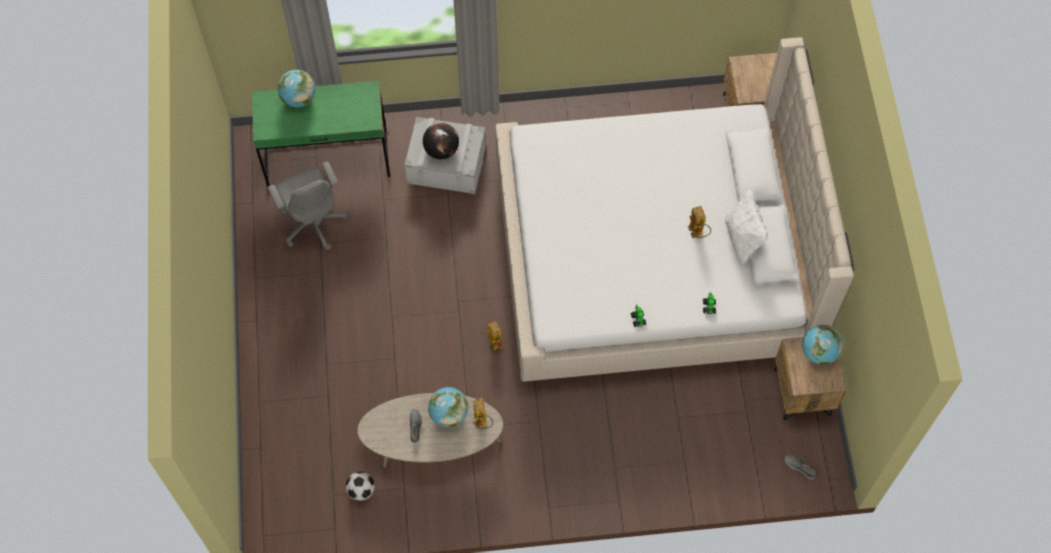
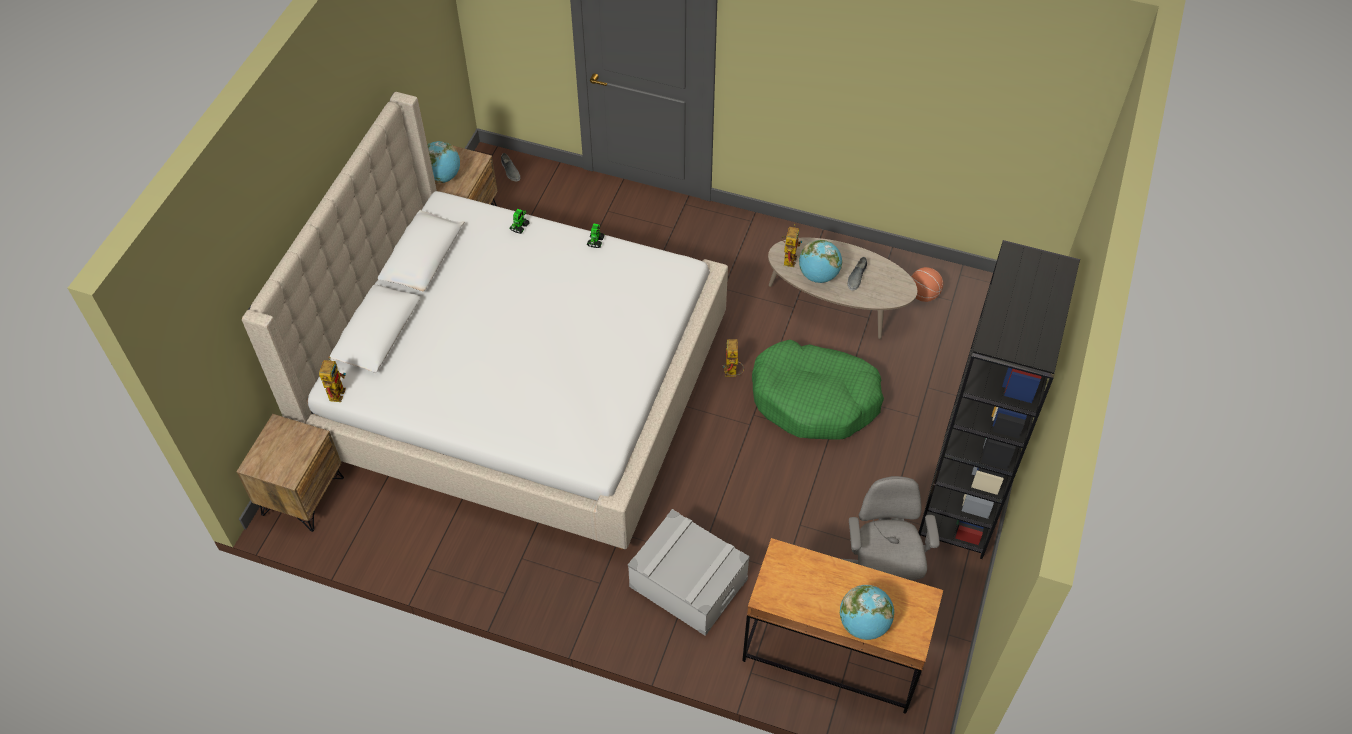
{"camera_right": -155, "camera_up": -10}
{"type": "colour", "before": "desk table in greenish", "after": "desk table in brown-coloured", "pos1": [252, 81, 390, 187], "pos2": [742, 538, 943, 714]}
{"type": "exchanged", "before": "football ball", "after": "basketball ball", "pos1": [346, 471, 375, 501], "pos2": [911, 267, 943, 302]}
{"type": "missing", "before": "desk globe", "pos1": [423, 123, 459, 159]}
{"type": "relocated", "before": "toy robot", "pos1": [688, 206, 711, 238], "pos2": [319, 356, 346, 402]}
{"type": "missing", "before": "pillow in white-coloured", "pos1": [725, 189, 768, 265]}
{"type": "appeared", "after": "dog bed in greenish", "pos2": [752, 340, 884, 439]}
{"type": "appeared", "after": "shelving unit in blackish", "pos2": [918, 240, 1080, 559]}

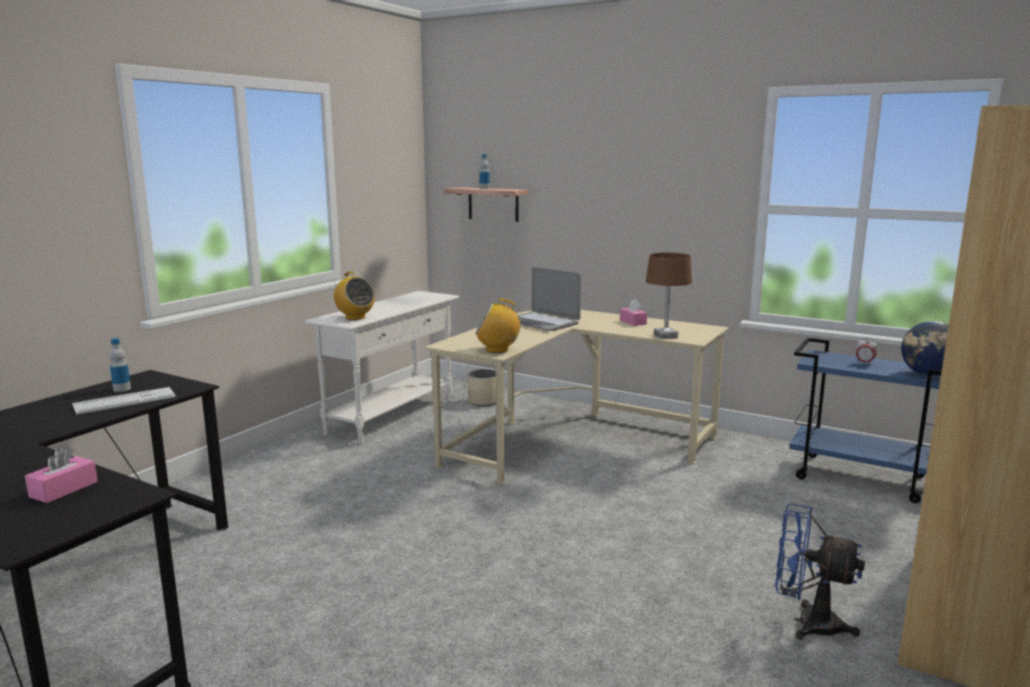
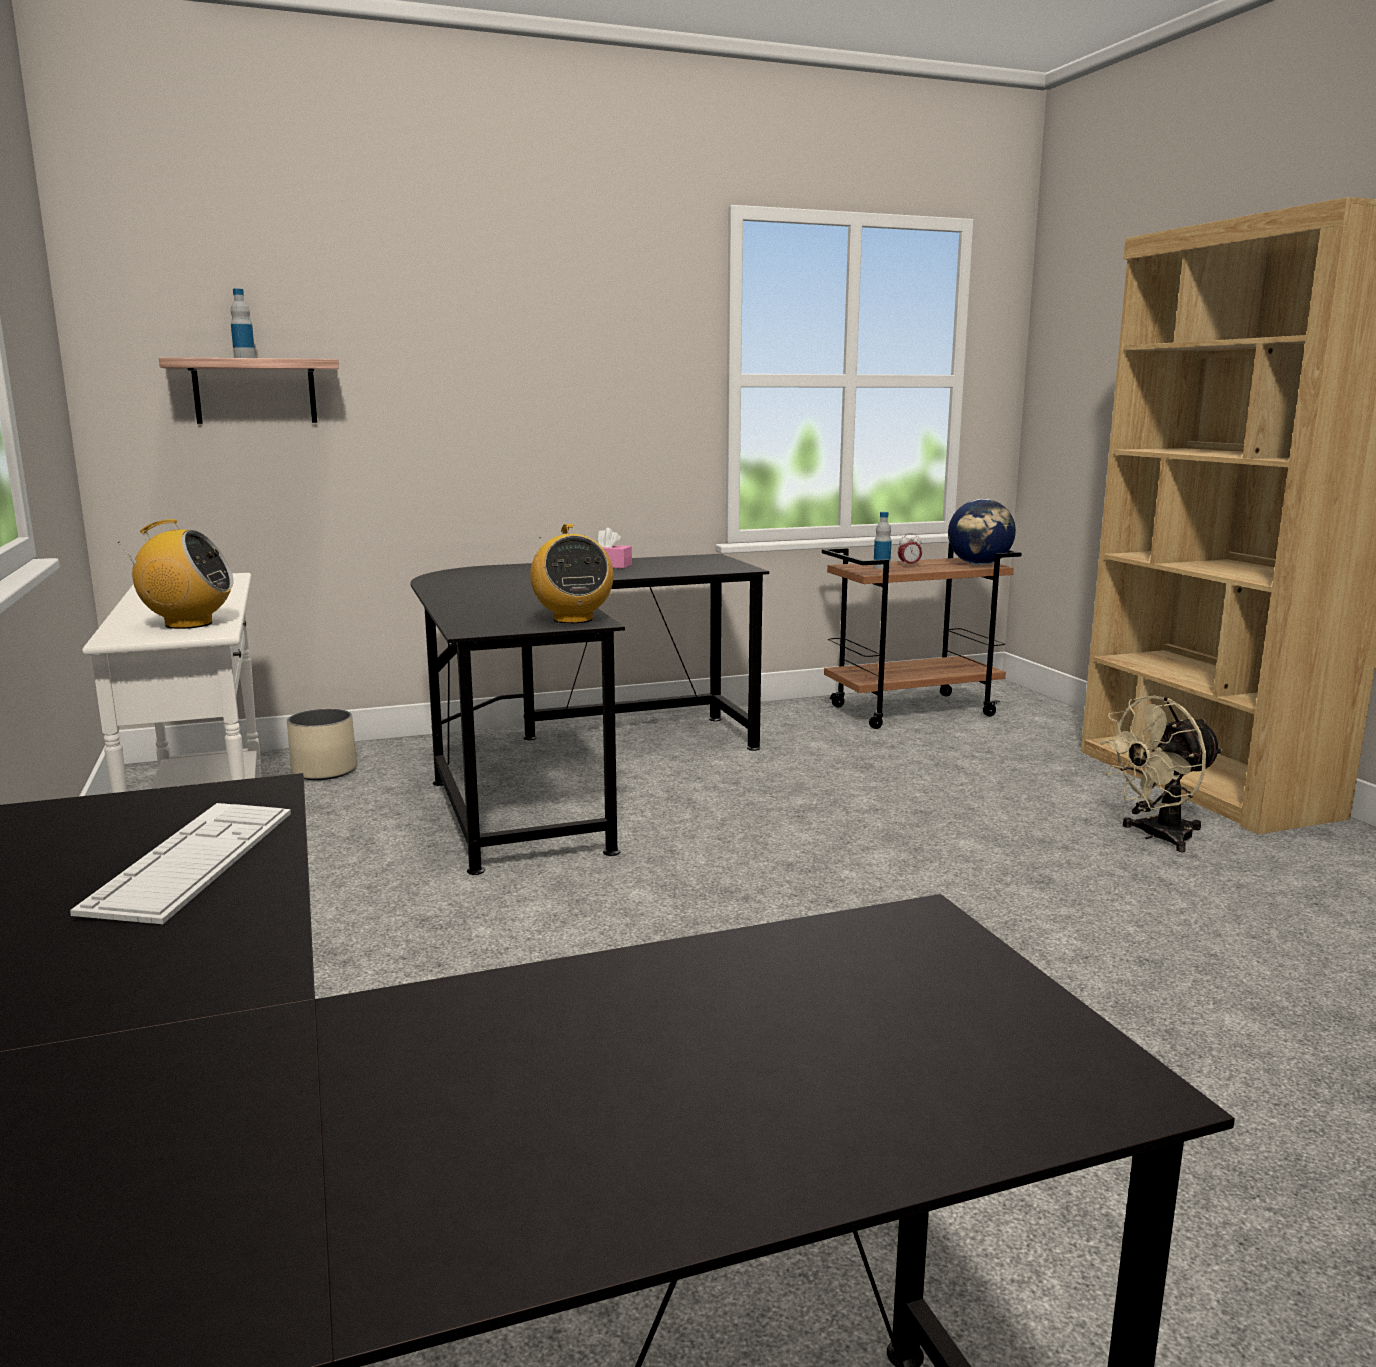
{"camera_right": -50, "camera_up": 0}
{"type": "missing", "before": "tissue holder in pink", "pos1": [25, 447, 98, 503]}
{"type": "relocated", "before": "drink bottle", "pos1": [109, 338, 131, 392], "pos2": [873, 512, 891, 569]}
{"type": "colour", "before": "desk table in beige", "after": "desk table in blackish", "pos1": [424, 310, 729, 485], "pos2": [411, 554, 769, 875]}
{"type": "spun", "before": "radio receiver", "pos1": [476, 299, 520, 353], "pos2": [530, 524, 613, 624], "turn": -60}
{"type": "missing", "before": "portable computer", "pos1": [518, 267, 581, 331]}
{"type": "missing", "before": "lamp for a table in brown-coloured", "pos1": [646, 253, 692, 339]}
{"type": "colour", "before": "fan in blue", "after": "fan in beige", "pos1": [775, 504, 865, 640], "pos2": [1099, 695, 1223, 852]}
{"type": "colour", "before": "trolley in blue", "after": "trolley in brown-coloured", "pos1": [789, 338, 942, 503], "pos2": [822, 543, 1022, 729]}

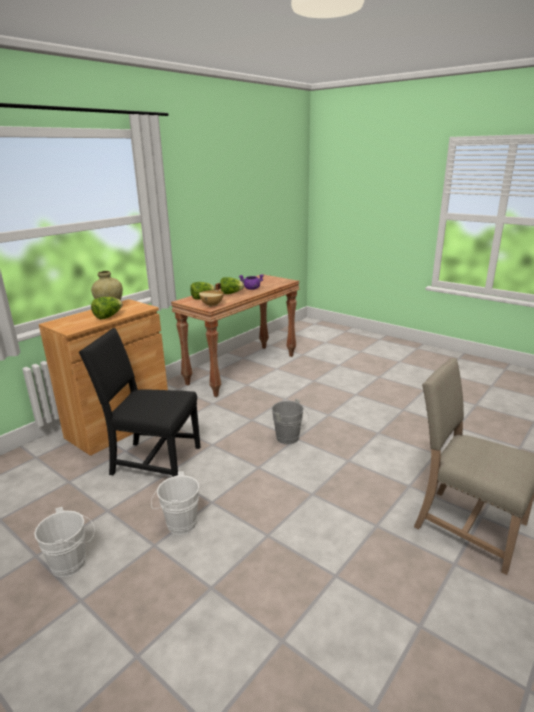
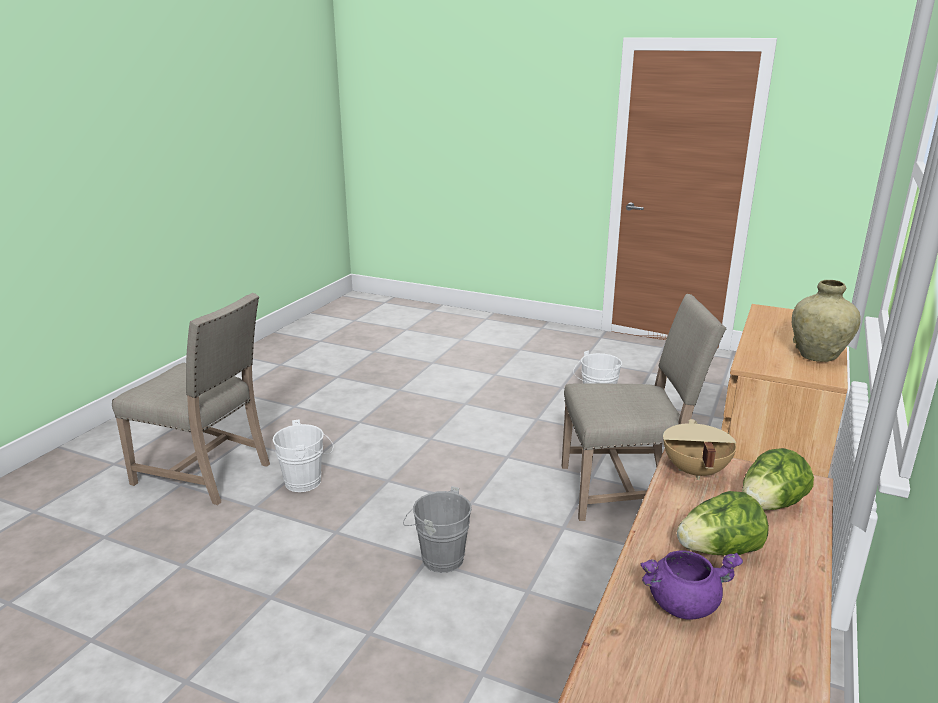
{"camera_right": 165, "camera_up": 0}
{"type": "colour", "before": "upright chair in blackish", "after": "upright chair in beige", "pos1": [79, 328, 200, 477], "pos2": [562, 294, 727, 521]}
{"type": "missing", "before": "lettuce", "pos1": [91, 297, 123, 319]}
{"type": "relocated", "before": "water bucket in white-coloured", "pos1": [151, 471, 199, 535], "pos2": [273, 420, 333, 492]}

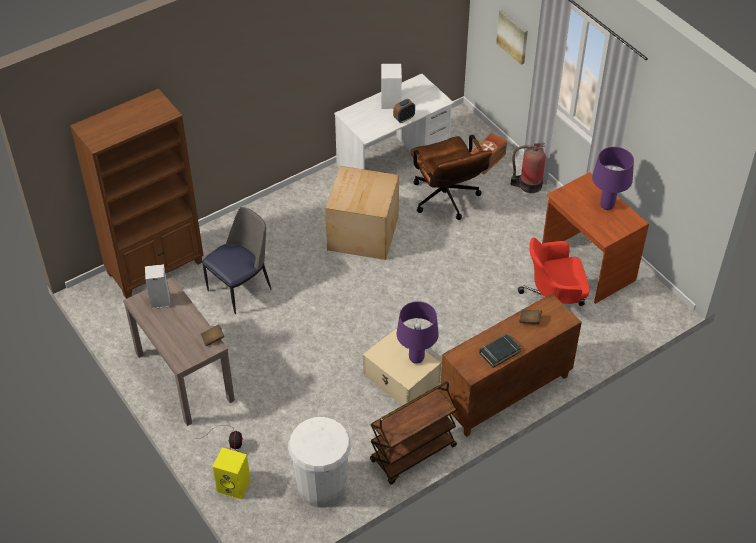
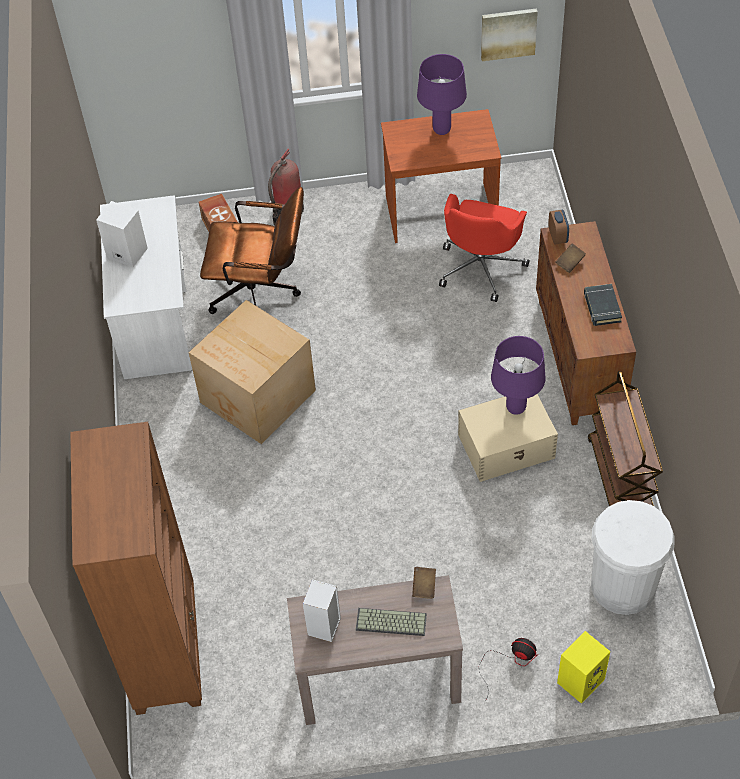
{"camera_right": -60, "camera_up": 5}
{"type": "missing", "before": "upright chair", "pos1": [202, 207, 272, 314]}
{"type": "relocated", "before": "bedside clock", "pos1": [393, 99, 415, 123], "pos2": [548, 210, 569, 245]}
{"type": "relocated", "before": "wall picture", "pos1": [496, 10, 528, 65], "pos2": [481, 8, 538, 61]}
{"type": "appeared", "after": "keyboard", "pos2": [356, 608, 427, 636]}

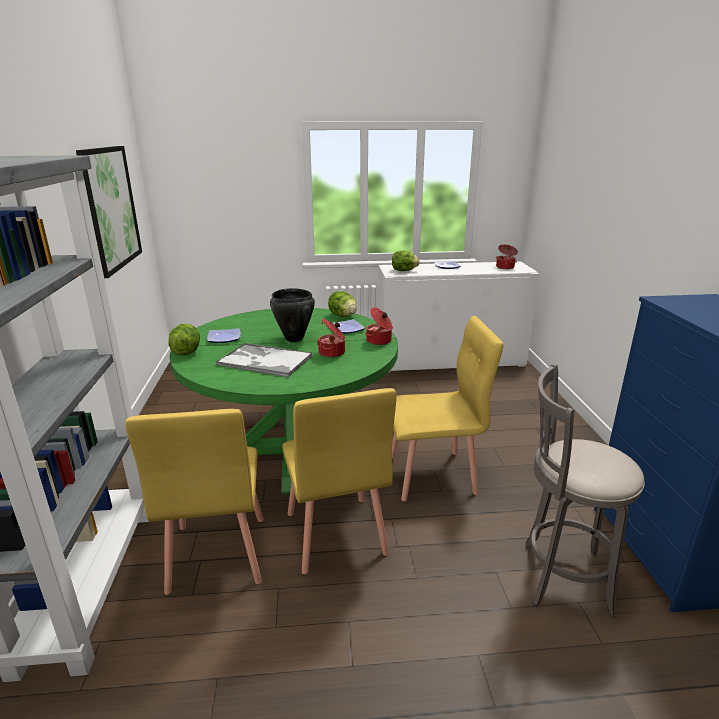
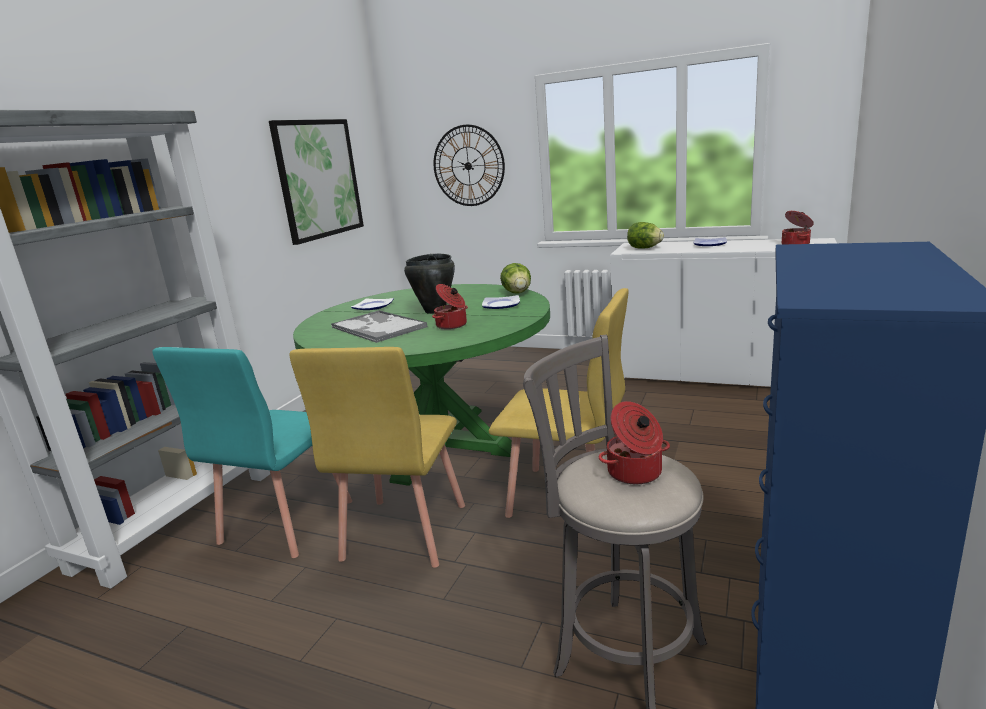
{"camera_right": 30, "camera_up": -5}
{"type": "colour", "before": "upright chair in yellow", "after": "upright chair in turquoise", "pos1": [125, 409, 264, 595], "pos2": [152, 347, 352, 558]}
{"type": "missing", "before": "lettuce", "pos1": [168, 324, 200, 356]}
{"type": "relocated", "before": "stockpot", "pos1": [365, 307, 393, 345], "pos2": [599, 401, 670, 484]}
{"type": "appeared", "after": "clock on the wall", "pos2": [434, 125, 505, 206]}

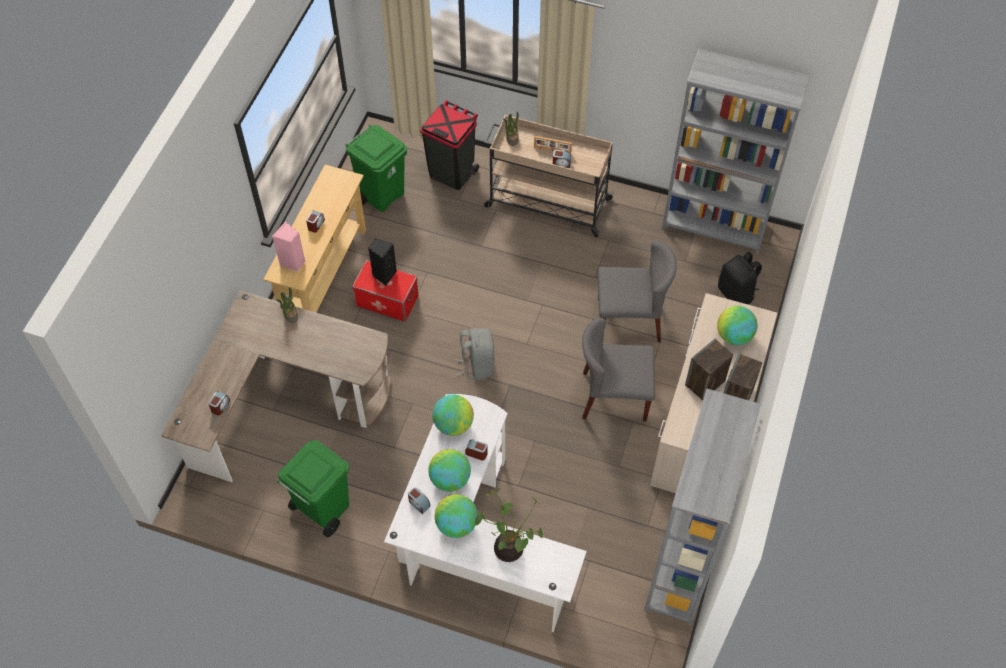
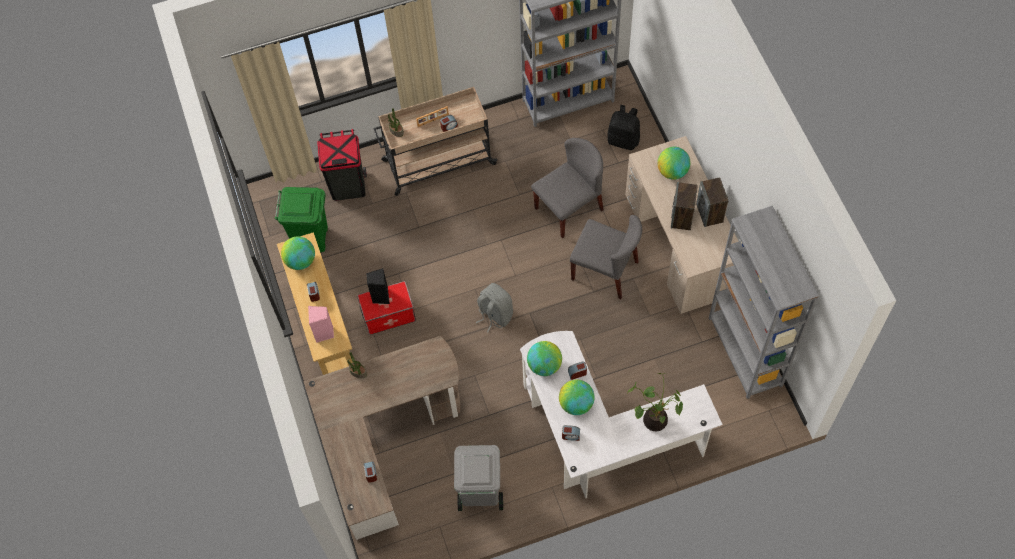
{"camera_right": -35, "camera_up": 5}
{"type": "colour", "before": "trash can in greenish", "after": "trash can in gray", "pos1": [277, 440, 349, 537], "pos2": [454, 445, 503, 511]}
{"type": "relocated", "before": "desk globe", "pos1": [435, 494, 478, 538], "pos2": [281, 236, 315, 270]}
{"type": "spun", "before": "upright chair in gray", "pos1": [582, 318, 655, 421], "pos2": [570, 215, 642, 299], "turn": -120}

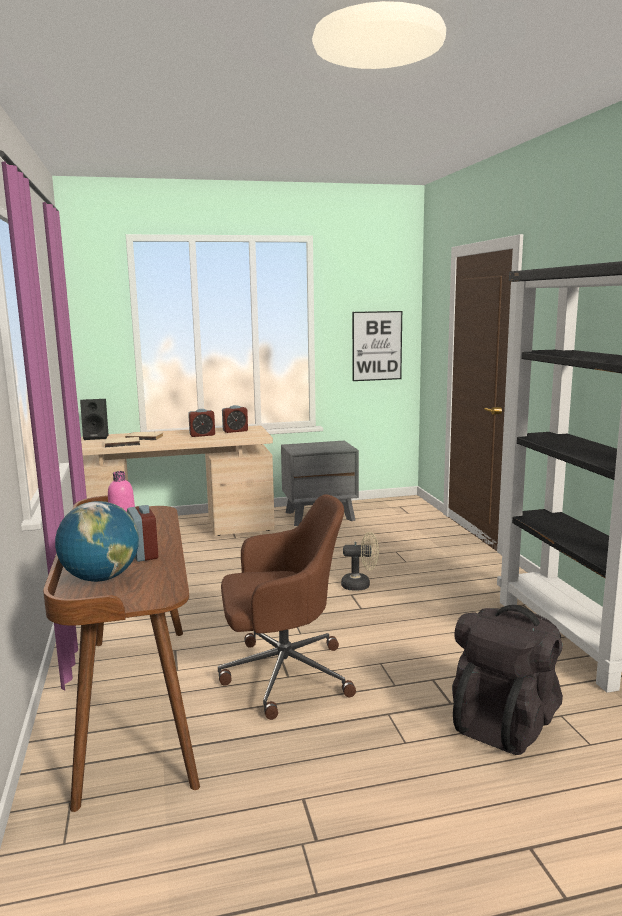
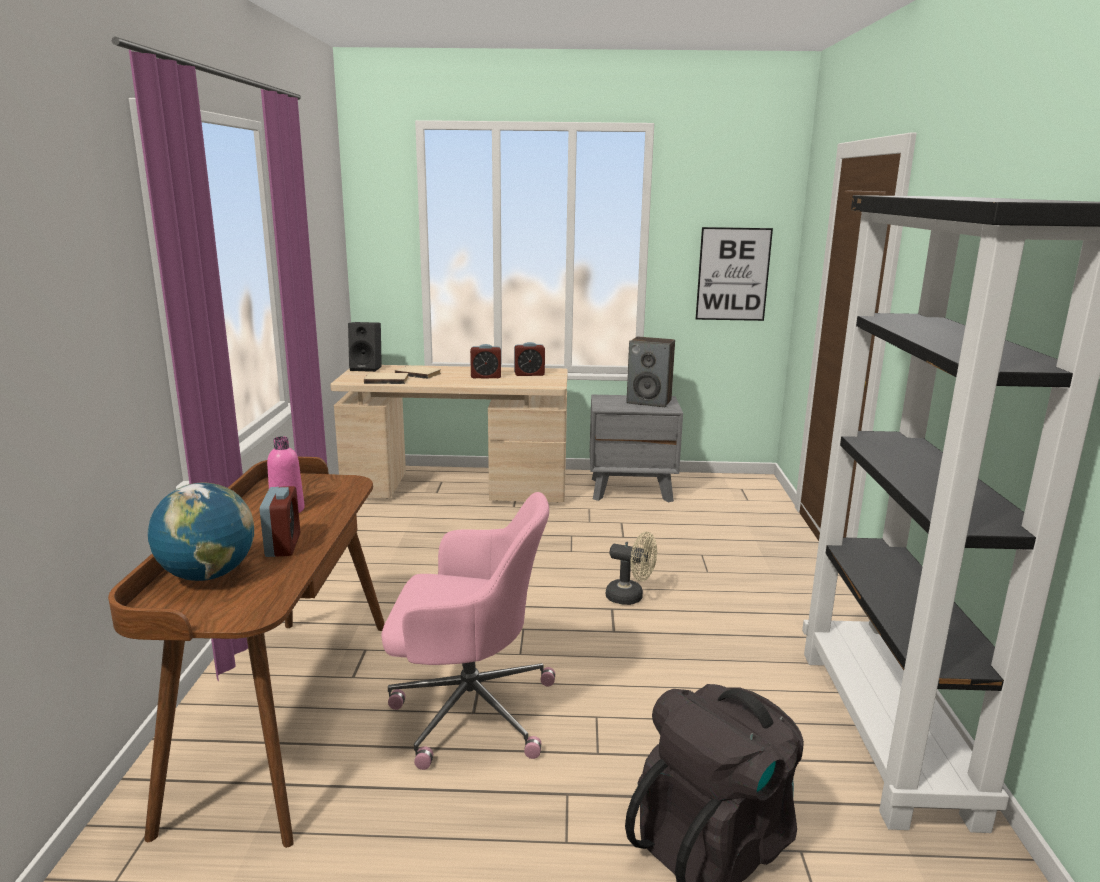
{"camera_right": 15, "camera_up": 5}
{"type": "colour", "before": "desk chair in brown-coloured", "after": "desk chair in pink", "pos1": [218, 494, 356, 720], "pos2": [381, 492, 555, 770]}
{"type": "appeared", "after": "audio speaker", "pos2": [627, 337, 675, 407]}

